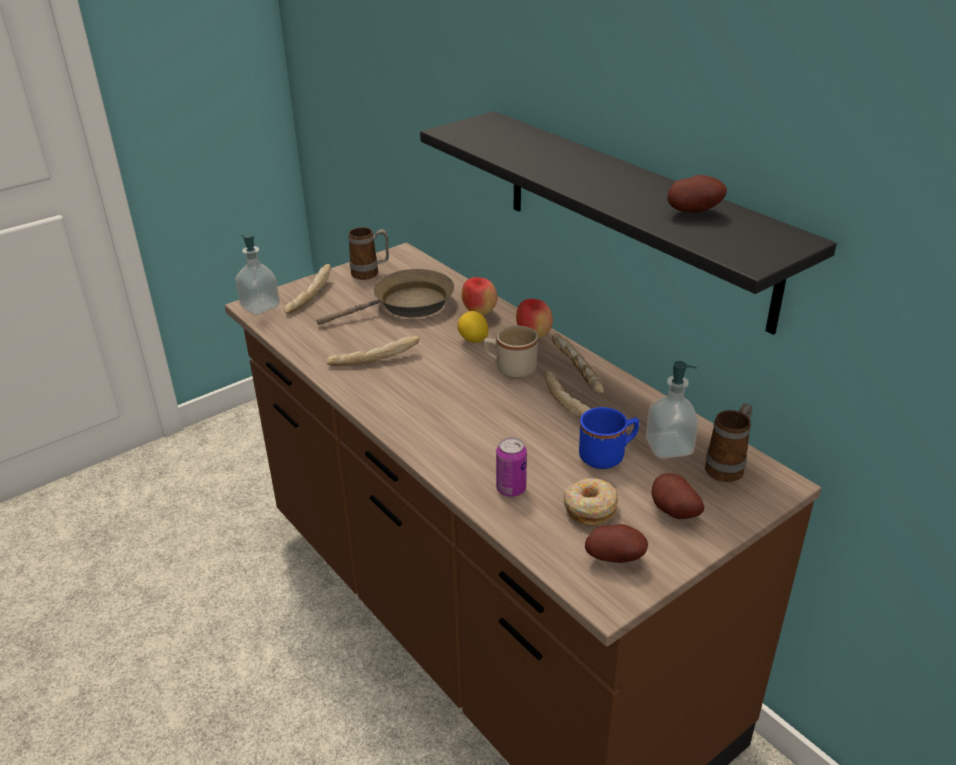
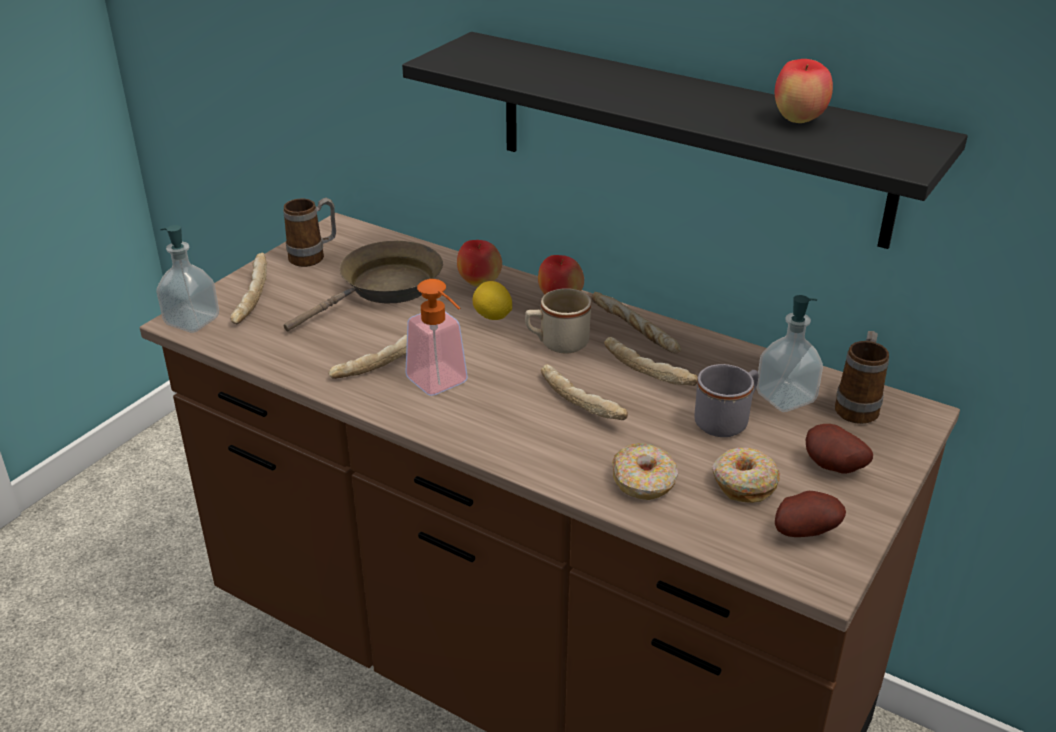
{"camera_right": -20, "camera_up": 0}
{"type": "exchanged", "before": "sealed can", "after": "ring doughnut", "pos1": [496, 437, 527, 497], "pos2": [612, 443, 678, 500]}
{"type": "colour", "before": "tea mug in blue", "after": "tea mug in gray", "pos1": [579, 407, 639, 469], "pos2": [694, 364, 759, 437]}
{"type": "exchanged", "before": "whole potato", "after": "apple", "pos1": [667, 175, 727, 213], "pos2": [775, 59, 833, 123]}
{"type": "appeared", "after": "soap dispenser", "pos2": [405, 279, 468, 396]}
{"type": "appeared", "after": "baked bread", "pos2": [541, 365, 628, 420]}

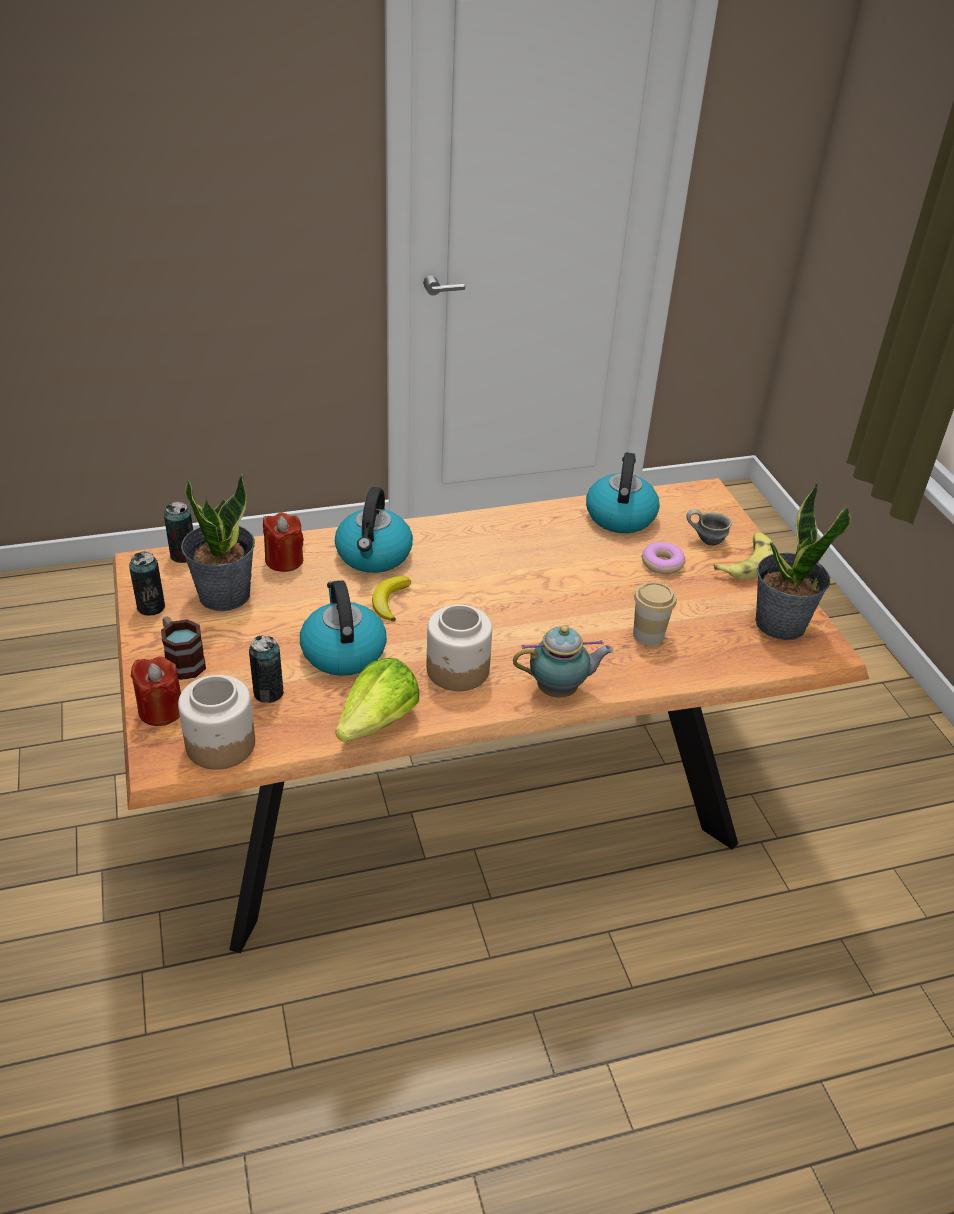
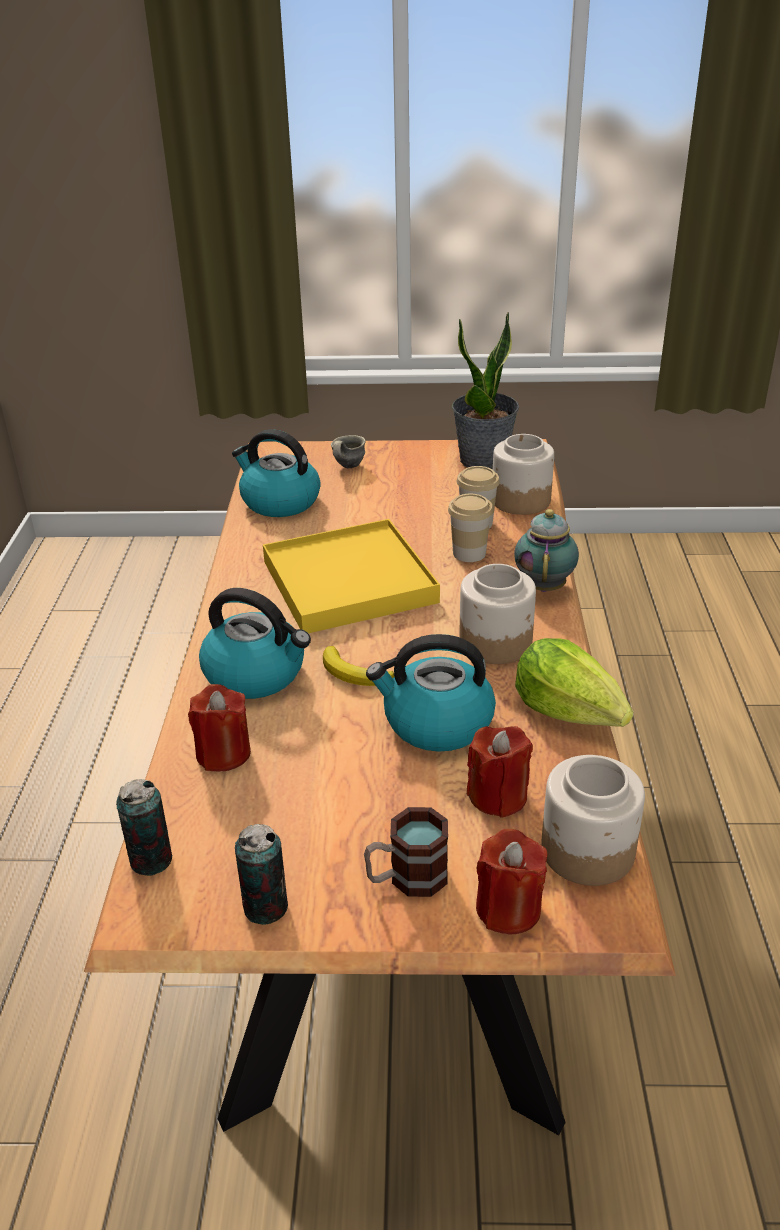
{"camera_right": -70, "camera_up": -5}
{"type": "missing", "before": "houseplant", "pos1": [181, 474, 255, 611]}
{"type": "exchanged", "before": "sealed can", "after": "candle in reddish", "pos1": [249, 635, 284, 703], "pos2": [466, 726, 533, 818]}
{"type": "missing", "before": "ring doughnut", "pos1": [641, 542, 686, 574]}
{"type": "missing", "before": "banana fruit", "pos1": [713, 532, 773, 580]}
{"type": "appeared", "after": "serving tray in yellow", "pos2": [263, 519, 440, 633]}
{"type": "appeared", "after": "drinking cup", "pos2": [448, 494, 493, 562]}
{"type": "appeared", "after": "storage jar", "pos2": [493, 434, 554, 515]}

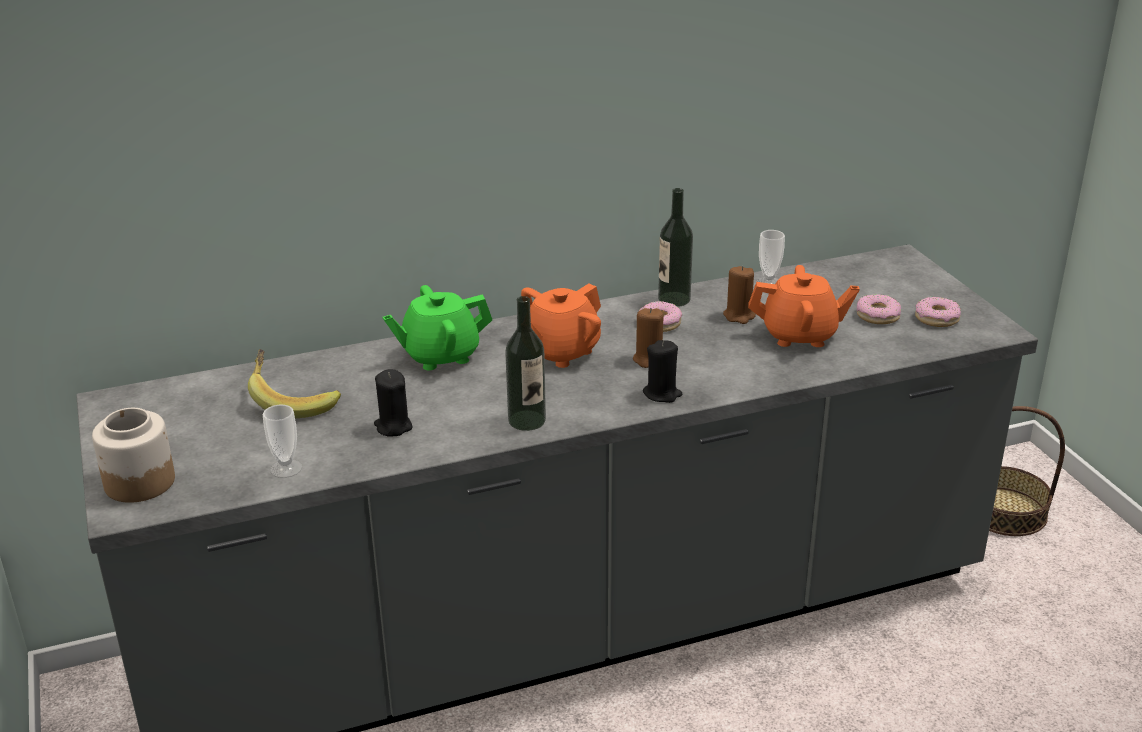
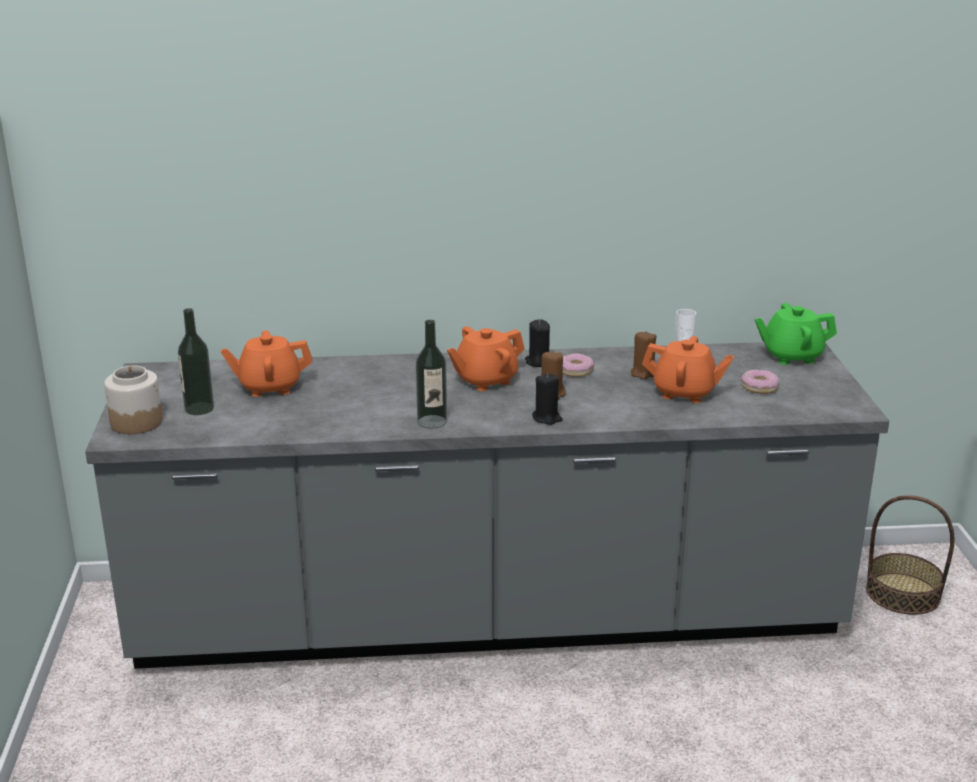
{"camera_right": 15, "camera_up": -5}
{"type": "exchanged", "before": "banana fruit", "after": "pot for tea in orange-coloured", "pos1": [248, 349, 341, 418], "pos2": [221, 330, 313, 397]}
{"type": "missing", "before": "drinking cup", "pos1": [263, 404, 302, 478]}
{"type": "relocated", "before": "candle in blackish", "pos1": [374, 369, 412, 436], "pos2": [525, 319, 550, 367]}
{"type": "relocated", "before": "pot for tea in greenish", "pos1": [383, 285, 492, 370], "pos2": [755, 303, 837, 365]}
{"type": "relocated", "before": "drink bottle", "pos1": [658, 188, 693, 307], "pos2": [178, 308, 214, 415]}
{"type": "missing", "before": "ring doughnut", "pos1": [915, 297, 961, 327]}

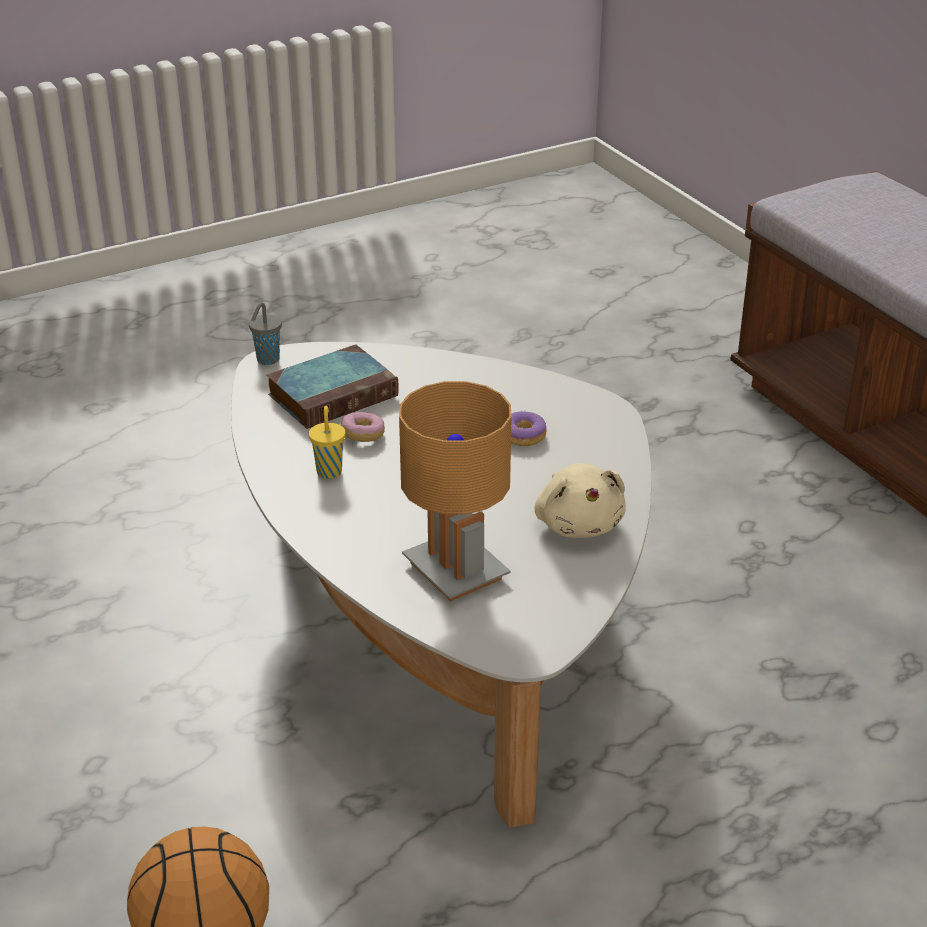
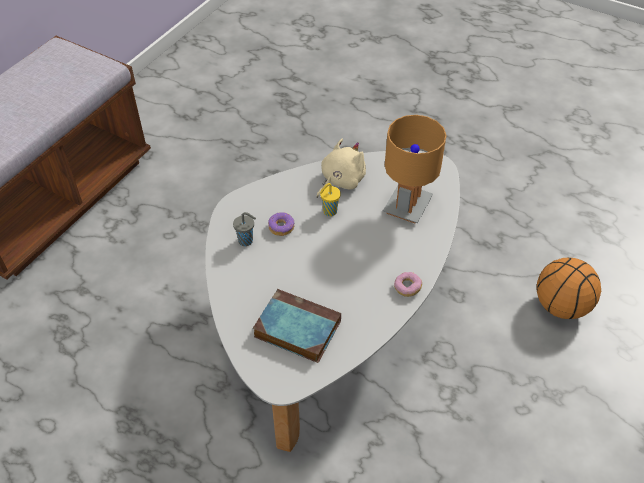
{"camera_right": -120, "camera_up": 15}
{"type": "relocated", "before": "drinking cup in gray", "pos1": [249, 302, 282, 365], "pos2": [233, 212, 256, 246]}
{"type": "relocated", "before": "drinking cup in yellow", "pos1": [309, 406, 345, 479], "pos2": [320, 183, 341, 216]}
{"type": "relocated", "before": "ring doughnut", "pos1": [341, 412, 385, 442], "pos2": [394, 272, 422, 297]}

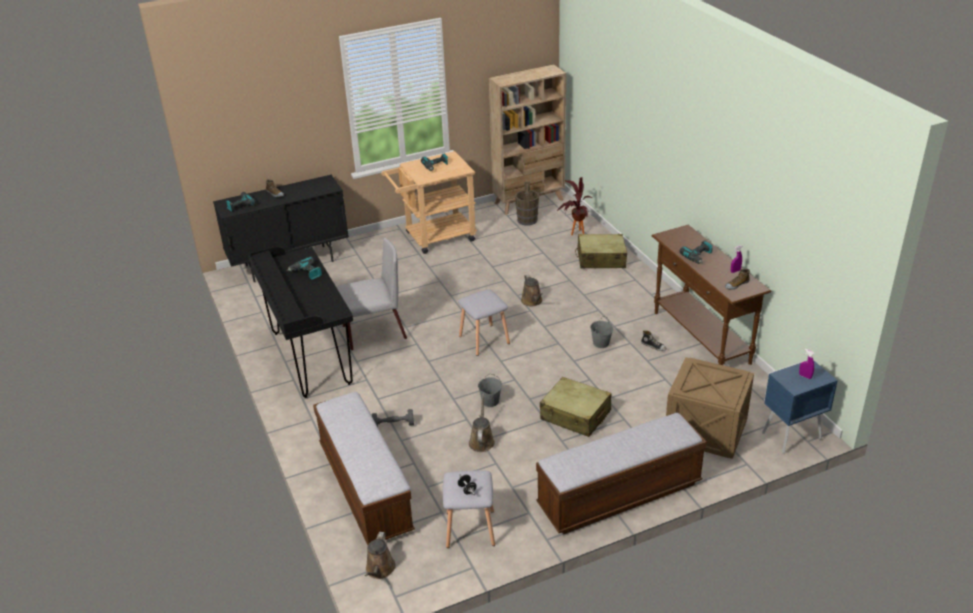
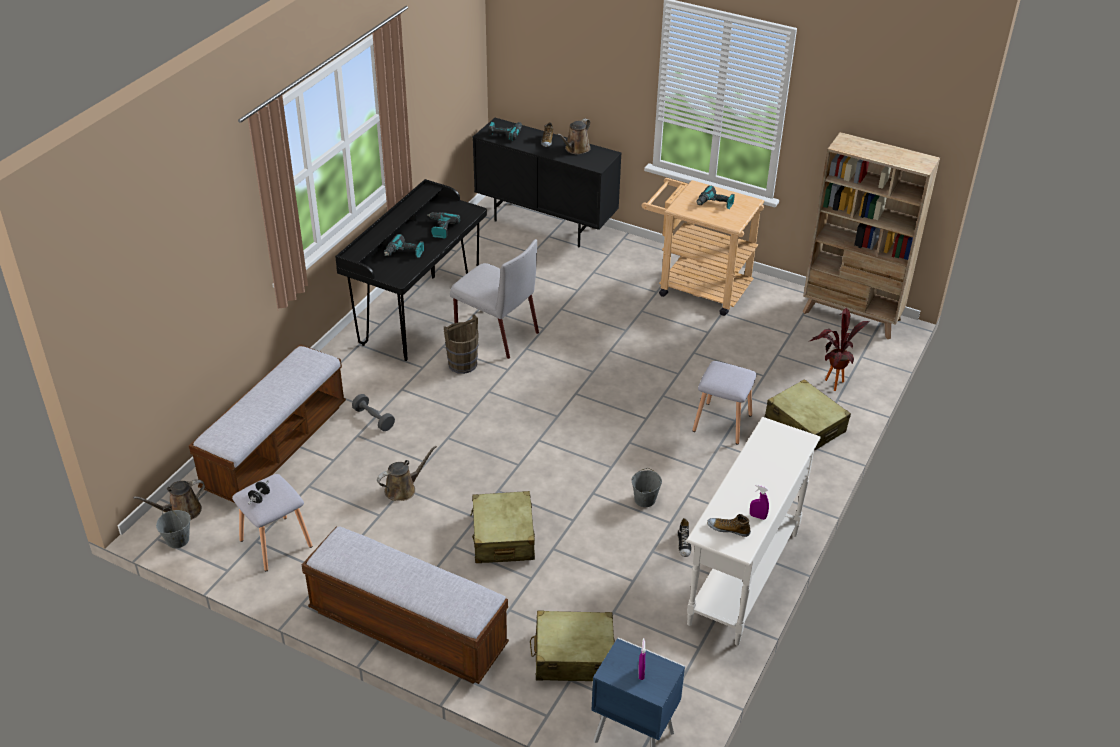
{"camera_right": 50, "camera_up": 5}
{"type": "relocated", "before": "sitting stool in gray", "pos1": [458, 289, 510, 356], "pos2": [692, 361, 757, 445]}
{"type": "relocated", "before": "water bucket in gray", "pos1": [478, 374, 502, 407], "pos2": [156, 508, 191, 548]}
{"type": "relocated", "before": "water bucket in brown-coloured", "pos1": [515, 181, 539, 225], "pos2": [444, 314, 479, 374]}
{"type": "relocated", "before": "sprinkling can in brown-coloured", "pos1": [521, 274, 542, 306], "pos2": [557, 118, 591, 155]}
{"type": "colour", "before": "narrow table in brown-coloured", "after": "narrow table in white-coloured", "pos1": [652, 225, 771, 365], "pos2": [686, 417, 821, 645]}
{"type": "exchanged", "before": "packing crate", "after": "travel case in beige", "pos1": [666, 357, 754, 459], "pos2": [530, 610, 615, 681]}
{"type": "relocated", "before": "electric drill", "pos1": [680, 240, 713, 264], "pos2": [384, 234, 424, 258]}

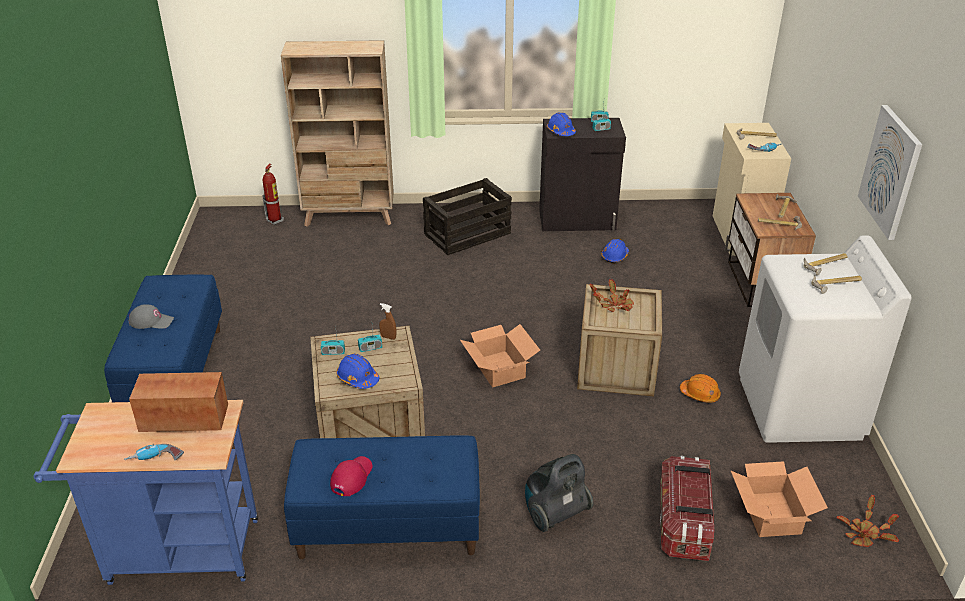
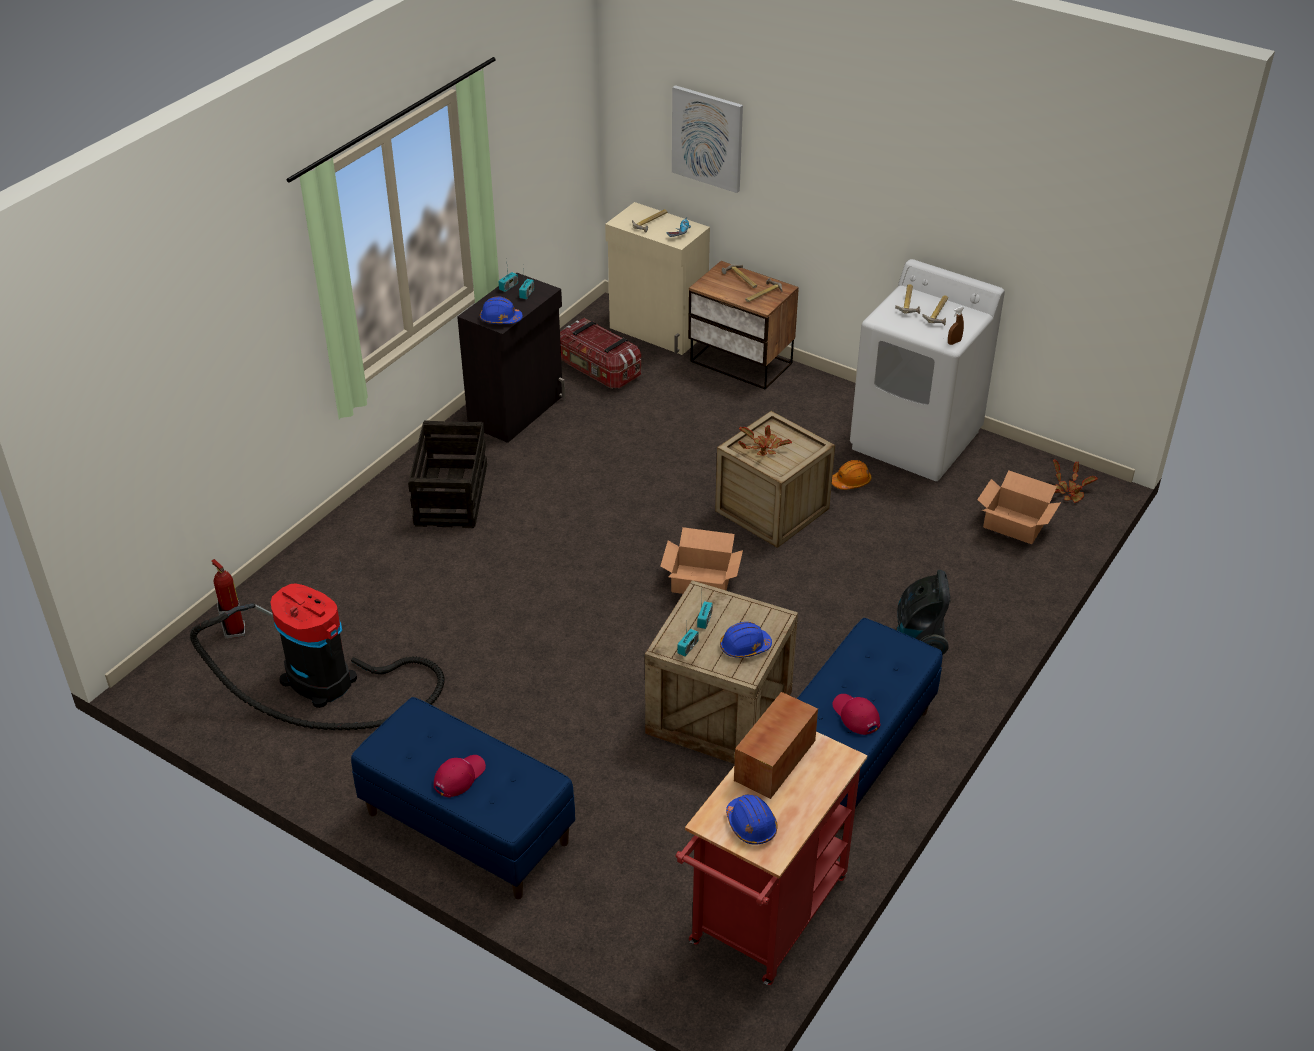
{"camera_right": -55, "camera_up": 5}
{"type": "colour", "before": "trolley in blue", "after": "trolley in reddish", "pos1": [33, 400, 258, 585], "pos2": [675, 731, 868, 985]}
{"type": "missing", "before": "electric drill", "pos1": [124, 444, 184, 460]}
{"type": "colour", "before": "baseball cap in gray", "after": "baseball cap in reddish", "pos1": [129, 304, 174, 329], "pos2": [434, 755, 486, 798]}
{"type": "missing", "before": "shelving unit in beige", "pos1": [281, 40, 394, 227]}
{"type": "relocated", "before": "spray bottle in brown-coloured", "pos1": [379, 303, 396, 340], "pos2": [948, 306, 964, 345]}
{"type": "relocated", "before": "work helmet in blue", "pos1": [601, 239, 629, 263], "pos2": [726, 795, 778, 845]}
{"type": "relocated", "before": "storage box", "pos1": [660, 456, 714, 561], "pos2": [560, 318, 641, 389]}
{"type": "relocated", "before": "wall picture", "pos1": [858, 105, 922, 240], "pos2": [672, 85, 743, 193]}
{"type": "appeared", "after": "hoover", "pos2": [190, 583, 445, 730]}

